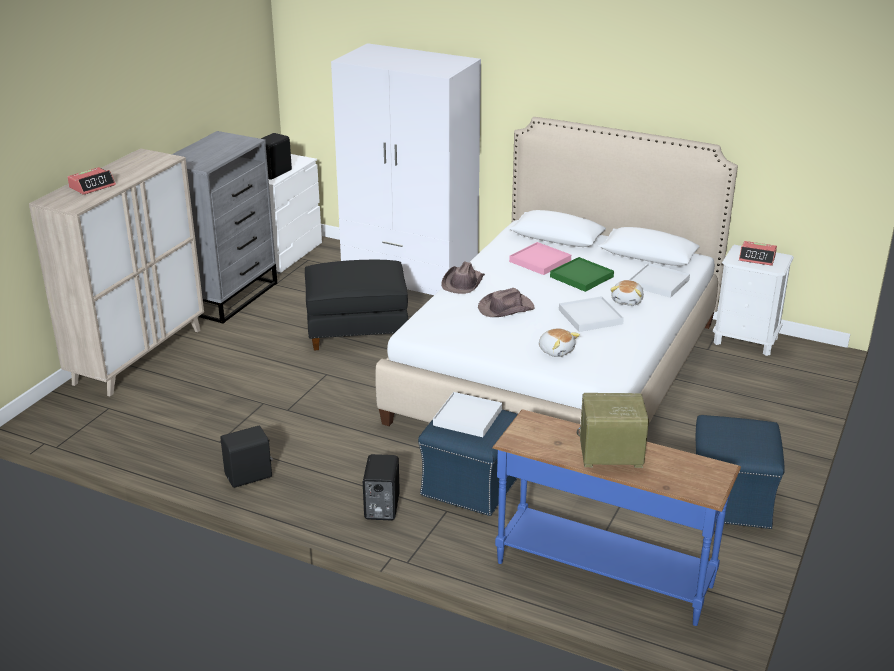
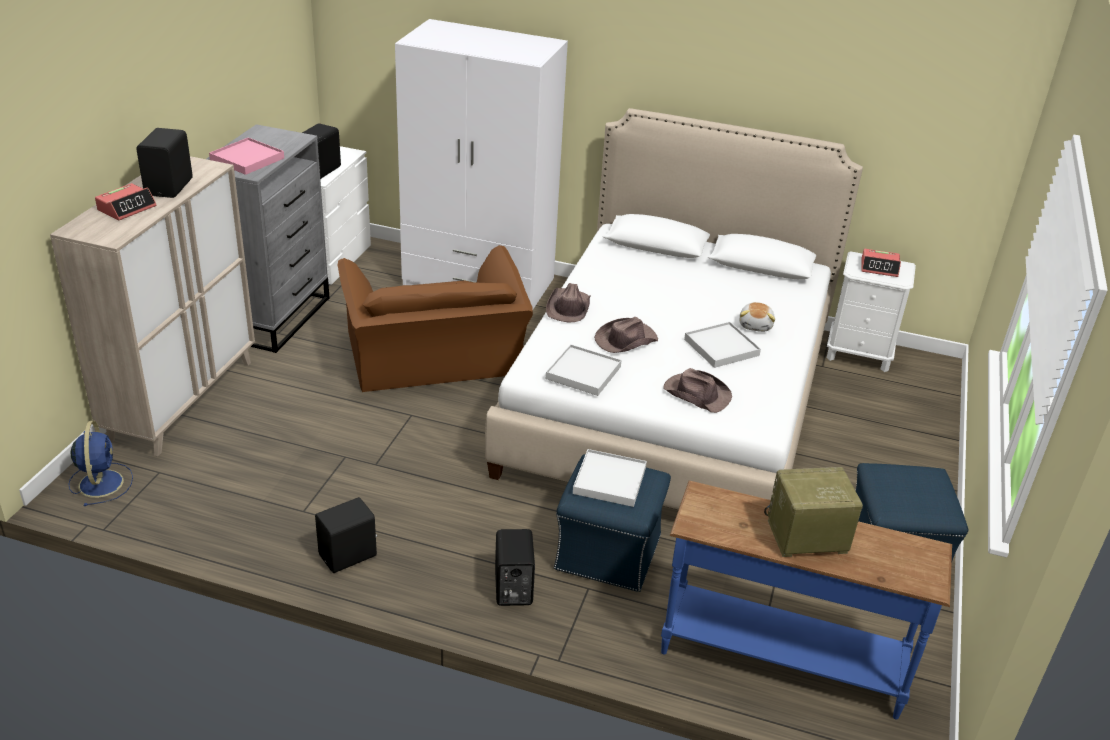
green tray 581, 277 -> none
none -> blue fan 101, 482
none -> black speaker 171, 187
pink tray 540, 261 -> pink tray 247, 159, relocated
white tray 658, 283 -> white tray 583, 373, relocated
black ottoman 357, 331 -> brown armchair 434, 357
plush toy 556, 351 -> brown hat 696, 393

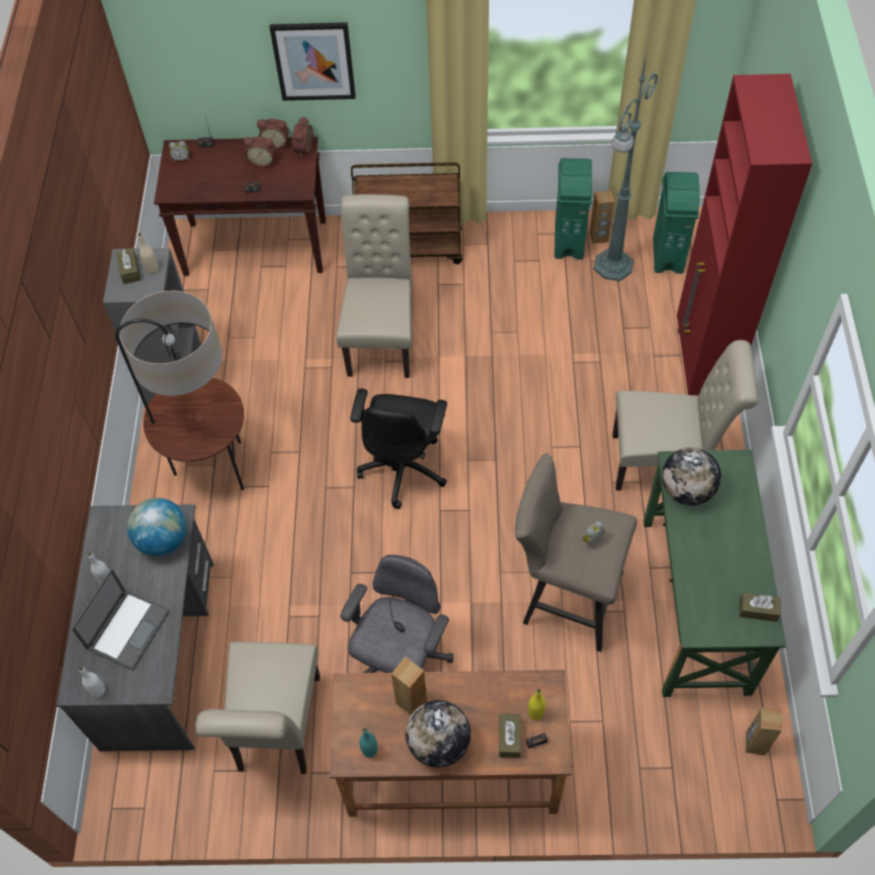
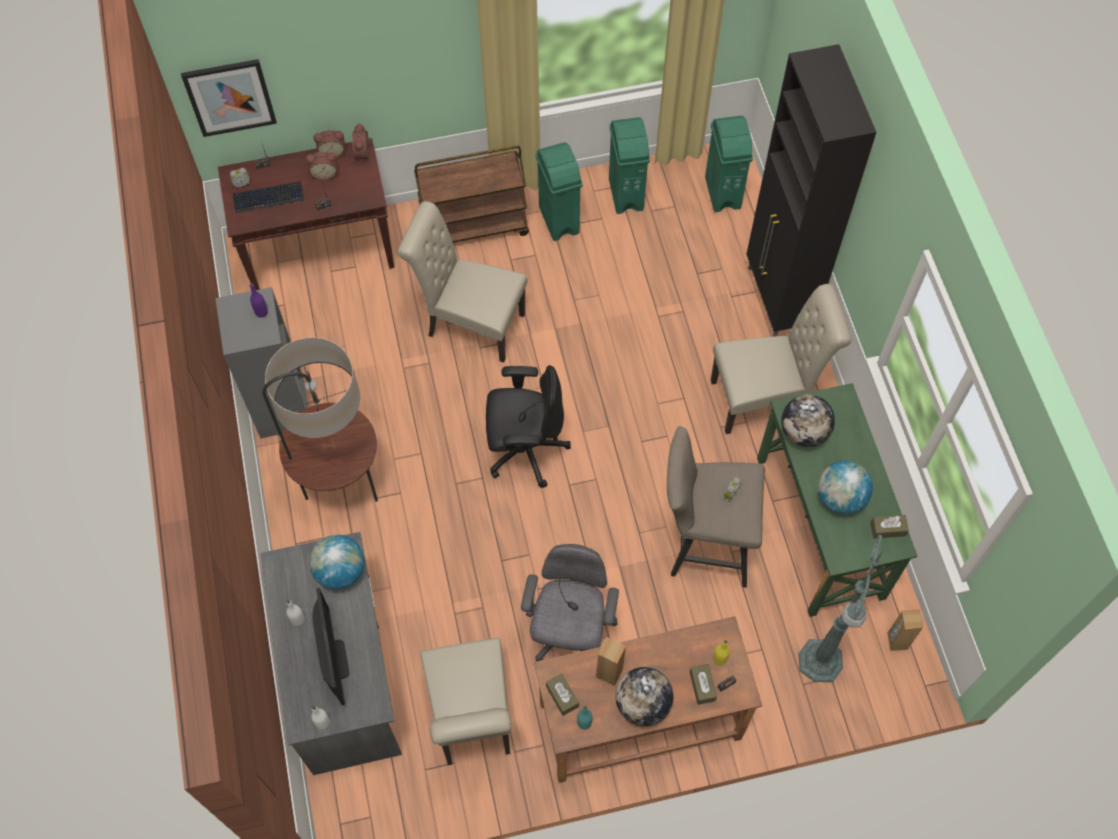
brown speaker 599, 237 -> none
none -> keyboard 268, 197
none -> green trash can 559, 220
none -> globe 840, 498
brown tissue box 130, 270 -> brown tissue box 562, 696, relocated
picture 314, 61 -> picture 230, 97, relocated
green floor lamp 612, 267 -> green floor lamp 819, 663, relocated
laptop 128, 628 -> monitor 333, 660
beige bottle 152, 269 -> purple bottle 261, 312
red cabinet 701, 368 -> black cabinet 777, 301
beige chair 382, 337 -> beige chair 470, 323, 60 degrees counterclockwise
black office chair 404, 467 -> black office chair 525, 450, 90 degrees counterclockwise

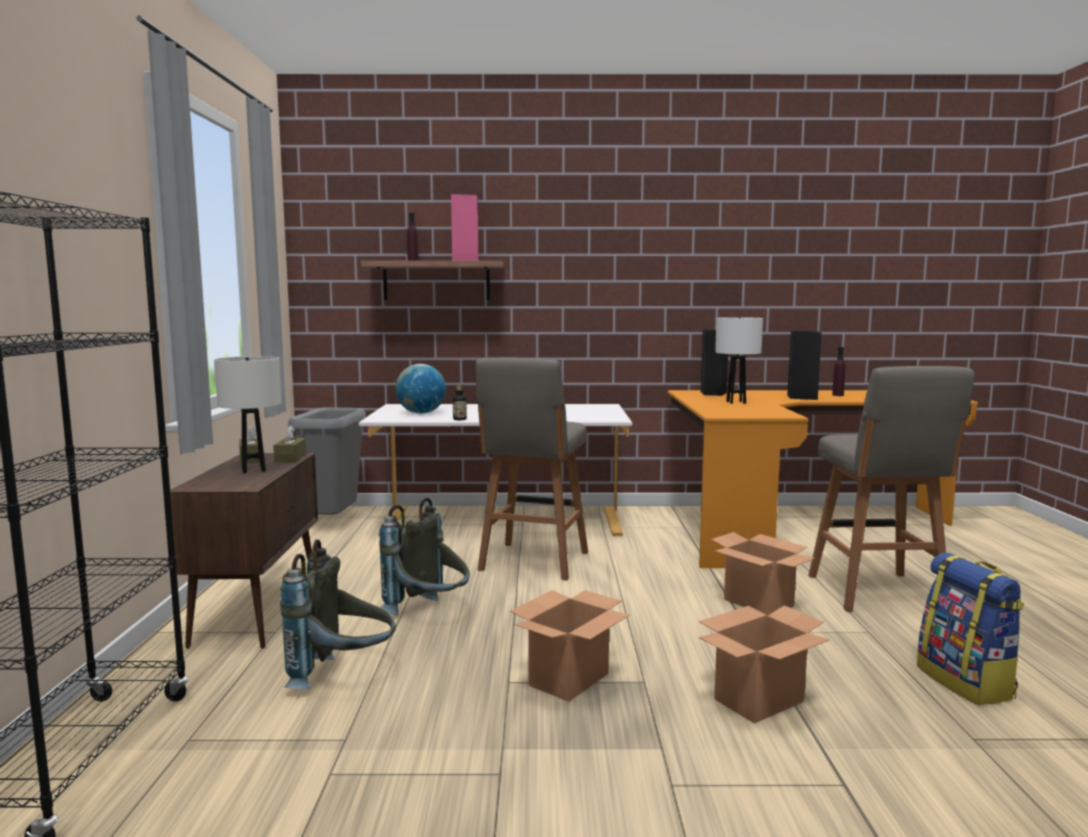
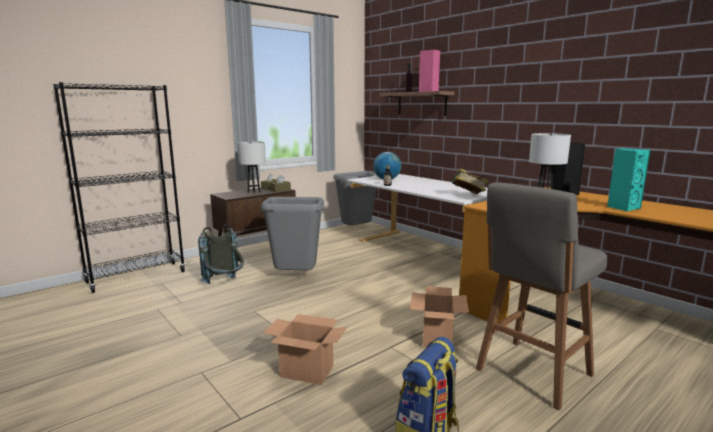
grey stool 533, 562 -> none
cardboard box 569, 679 -> none
purple bottle 838, 395 -> none
none -> book 467, 195
grey backpack 429, 614 -> grey trash can 296, 277
black speaker 802, 397 -> turquoise speaker 623, 207

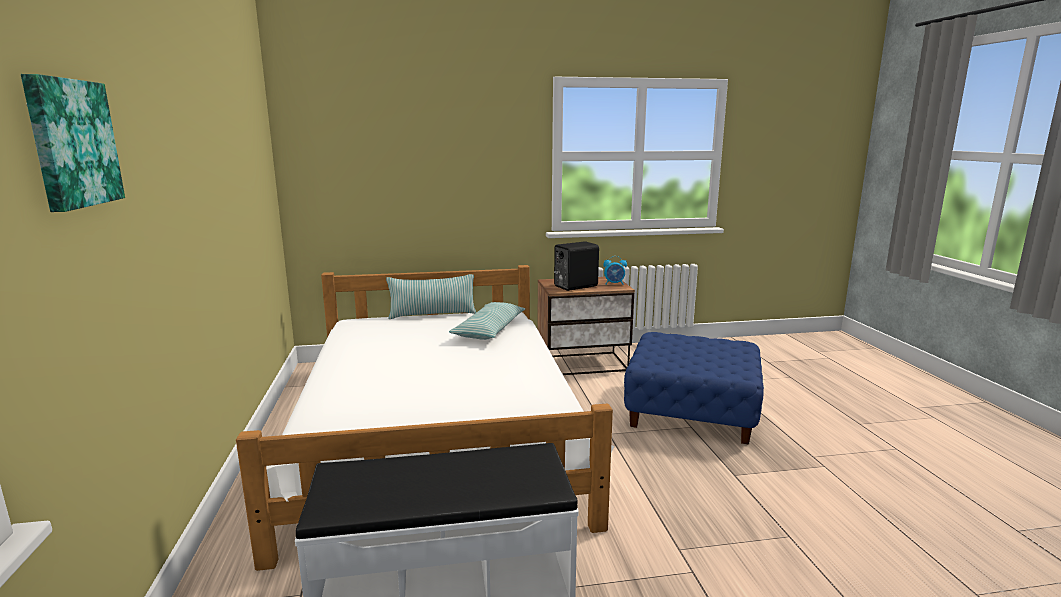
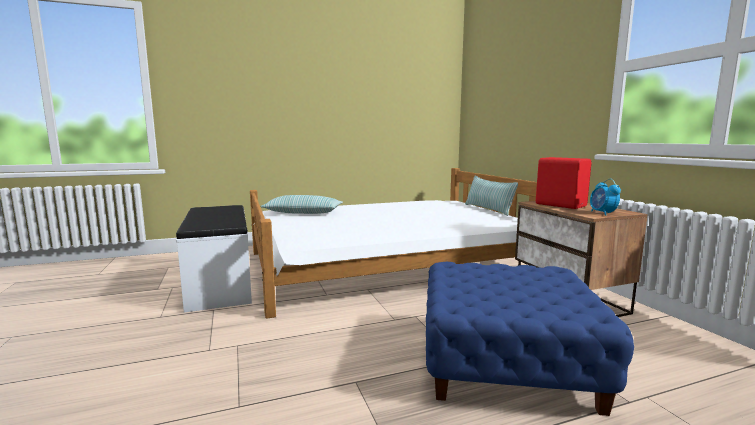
picture 71, 143 -> none
pillow 489, 330 -> pillow 303, 212, relocated
black speaker 574, 286 -> red speaker 560, 205

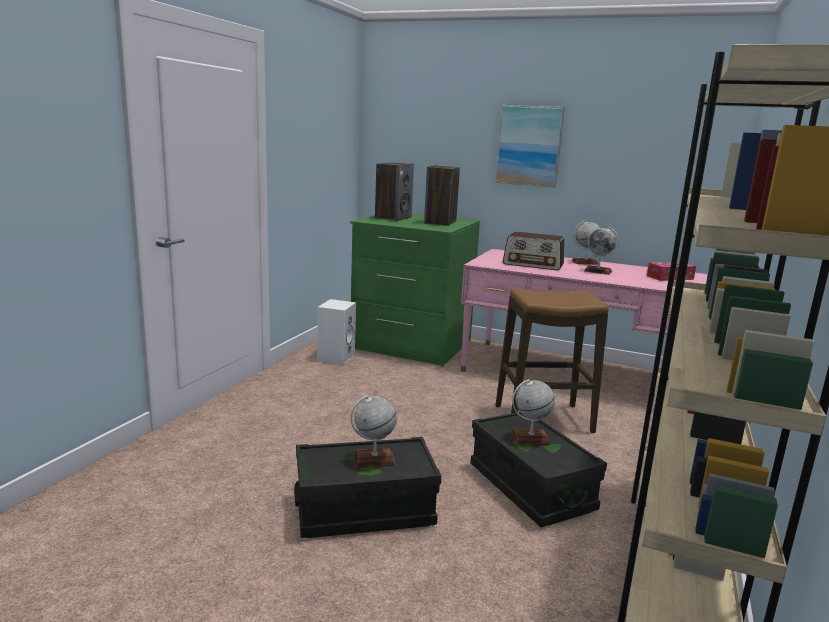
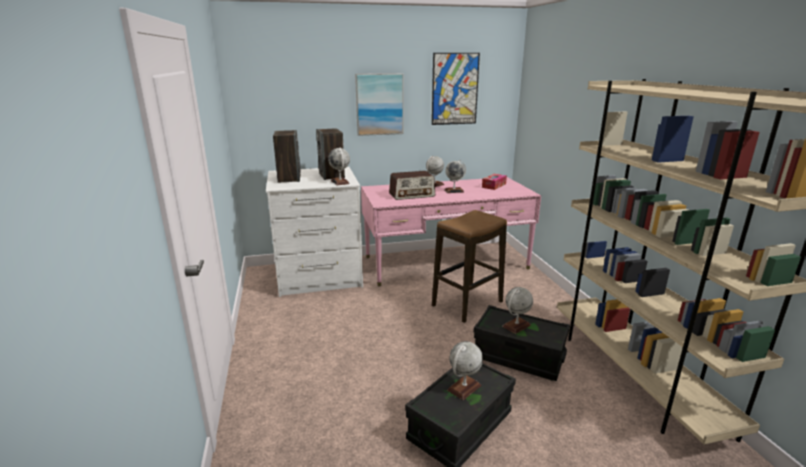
white speaker 336, 357 -> none
none -> globe 340, 182
none -> picture 455, 89
green dresser 411, 345 -> white dresser 319, 276

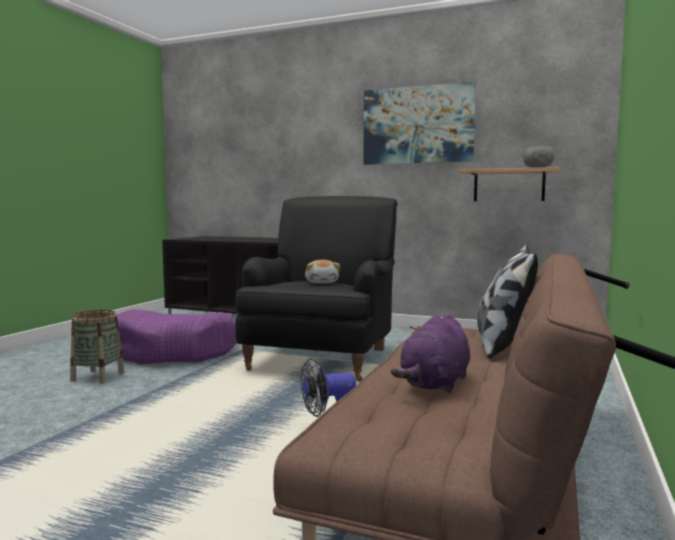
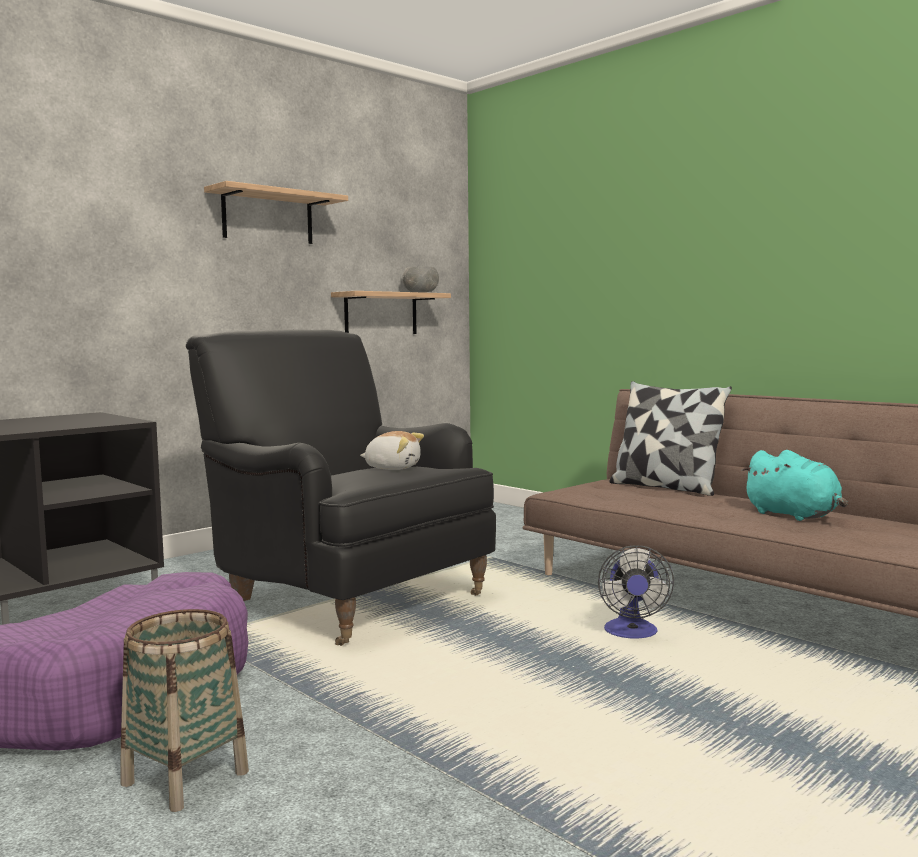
picture 417, 125 -> shelf 268, 217
purple plush toy 435, 384 -> turquoise plush toy 795, 516

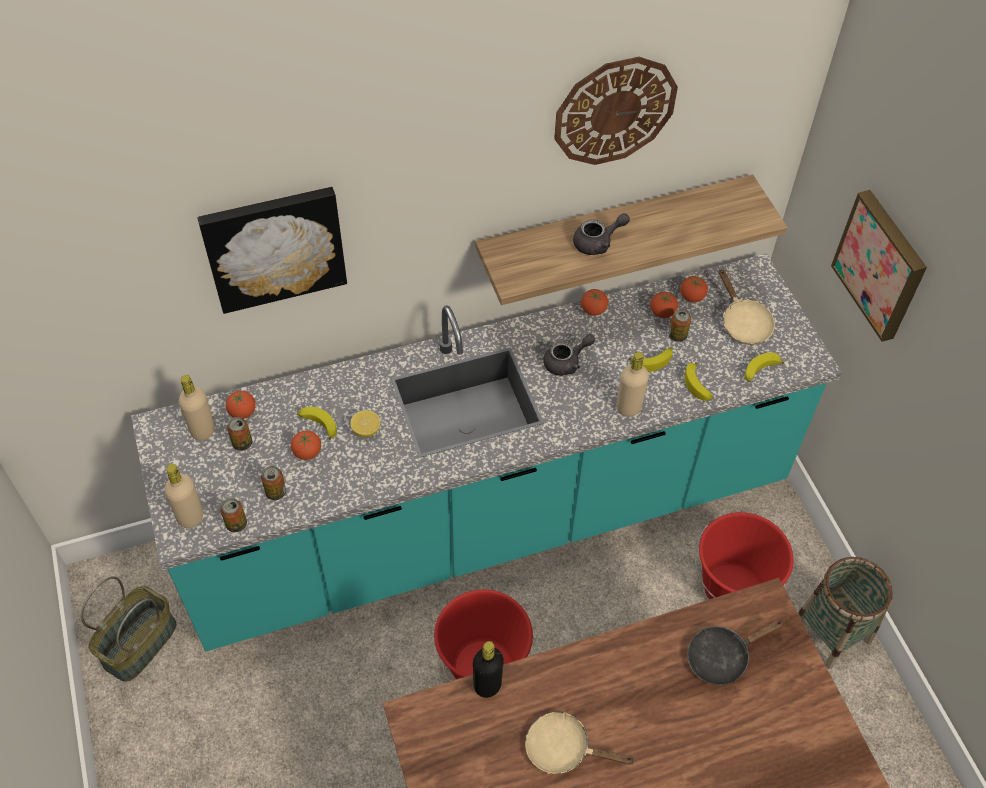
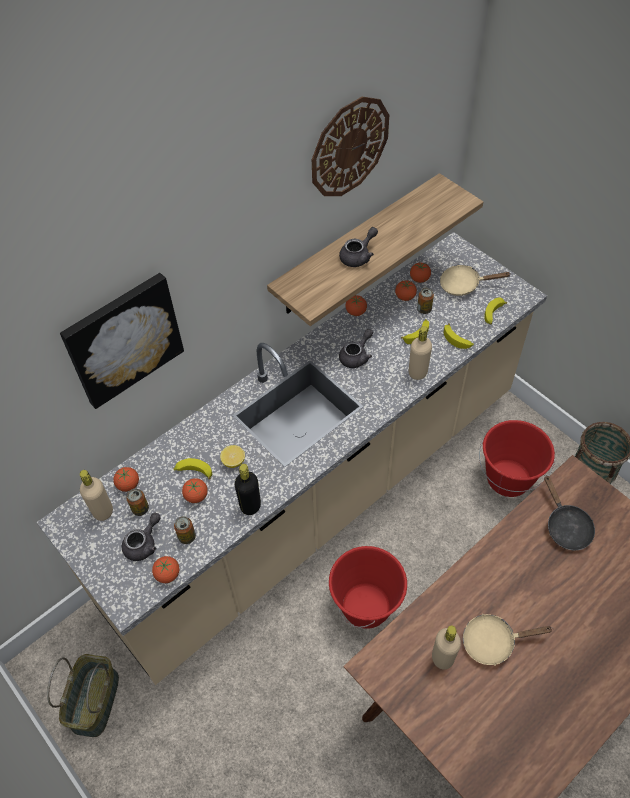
picture 882, 265 -> none
none -> grey teapot 144, 544
beige bottle 190, 517 -> beige bottle 442, 658, relocated
black bottle 487, 685 -> black bottle 250, 506, relocated
can 236, 524 -> tomato 168, 574
turquoise counter 490, 519 -> beige counter 319, 497
black frying pan 722, 656 -> black frying pan 565, 526, 60 degrees counterclockwise
beige frying pan 743, 323 -> beige frying pan 464, 285, 135 degrees clockwise

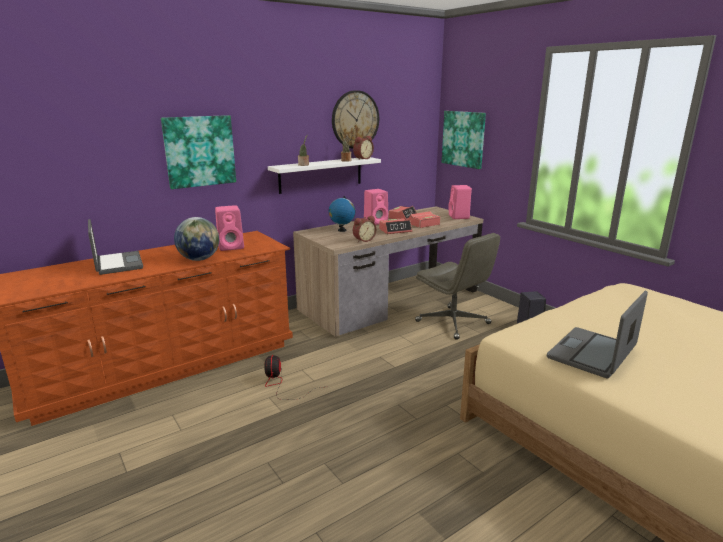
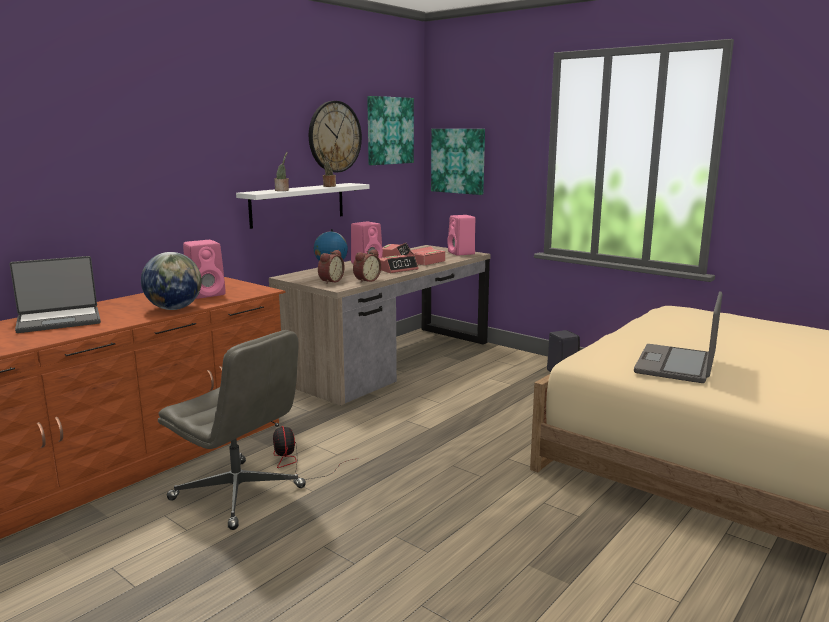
picture 199, 151 -> picture 389, 130, relocated
alarm clock 362, 158 -> alarm clock 330, 281, relocated
grey office chair 453, 323 -> grey office chair 239, 494, relocated
laptop 117, 264 -> laptop 59, 321, 105 degrees clockwise

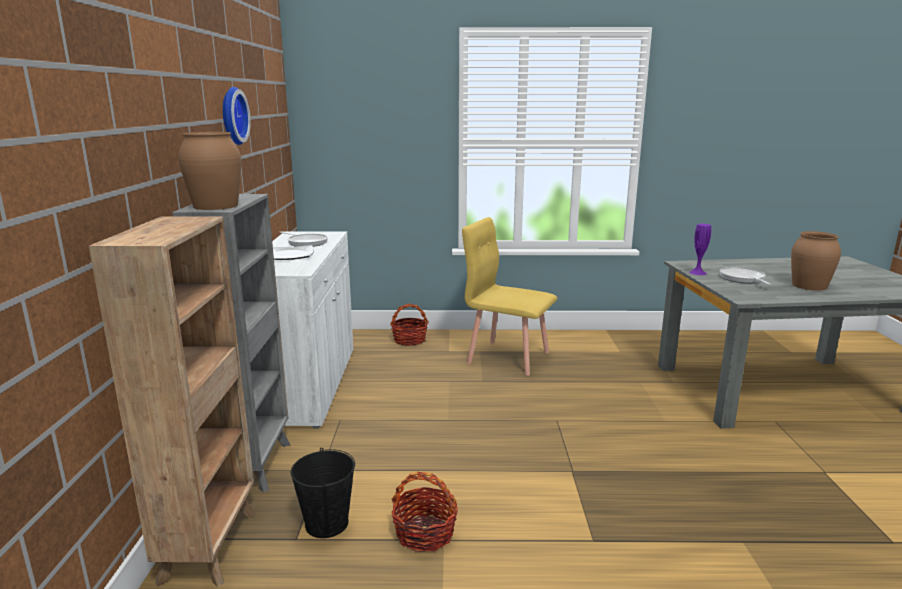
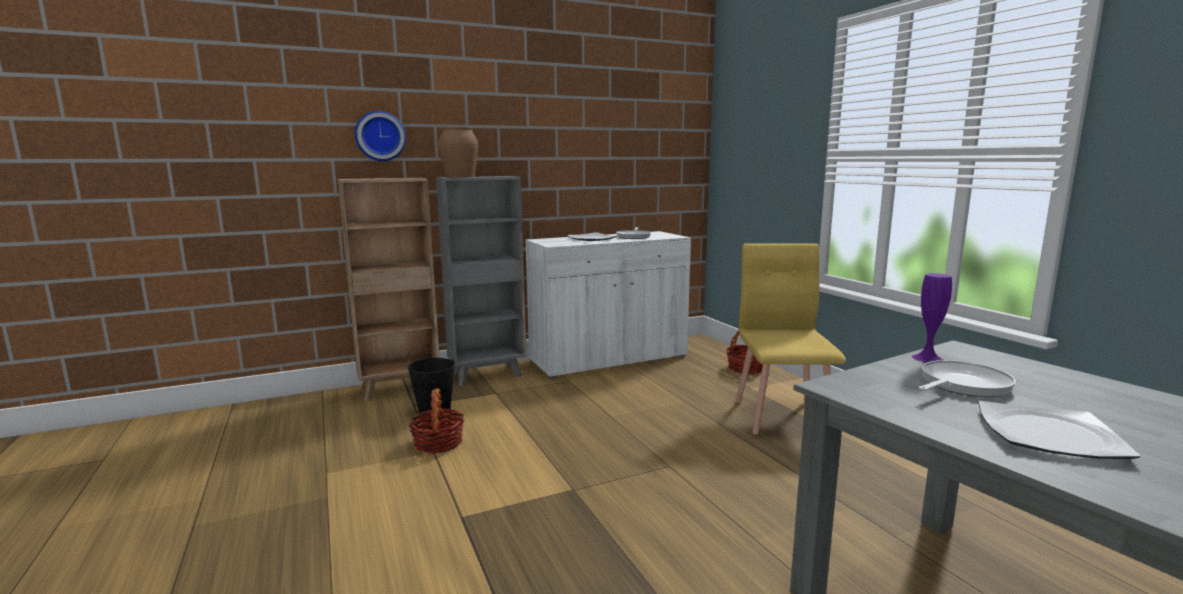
wall clock 231, 116 -> wall clock 380, 136, relocated
brown vase 809, 285 -> plate 1050, 434

